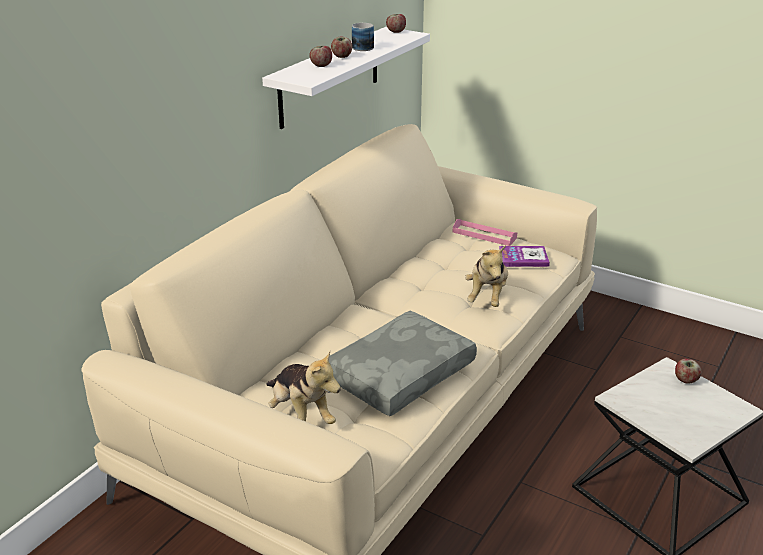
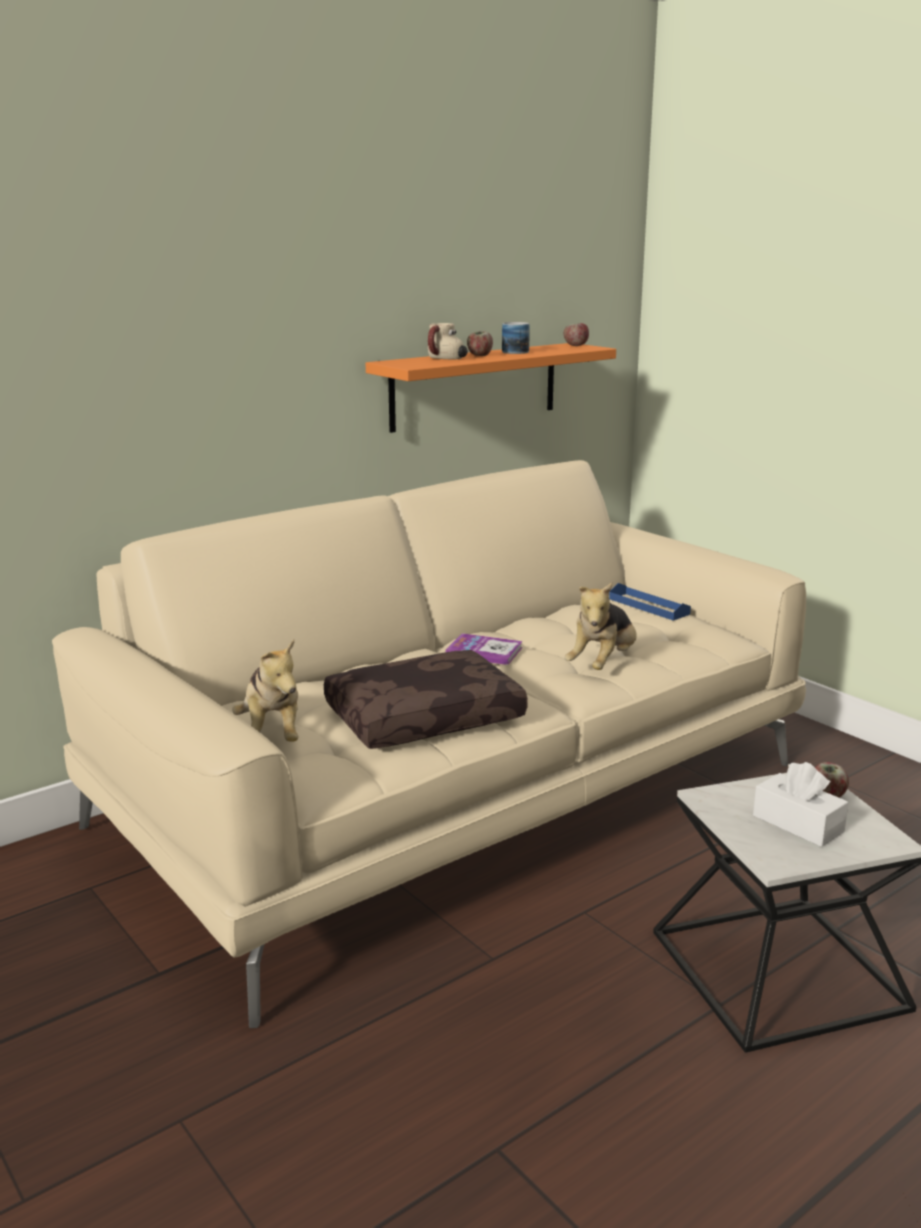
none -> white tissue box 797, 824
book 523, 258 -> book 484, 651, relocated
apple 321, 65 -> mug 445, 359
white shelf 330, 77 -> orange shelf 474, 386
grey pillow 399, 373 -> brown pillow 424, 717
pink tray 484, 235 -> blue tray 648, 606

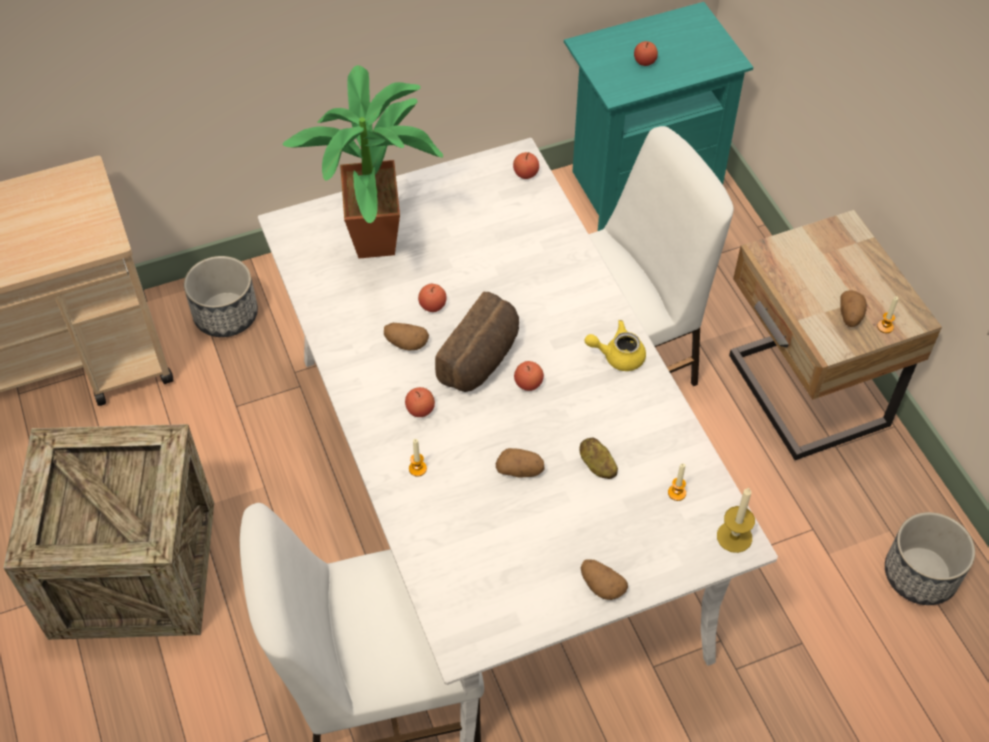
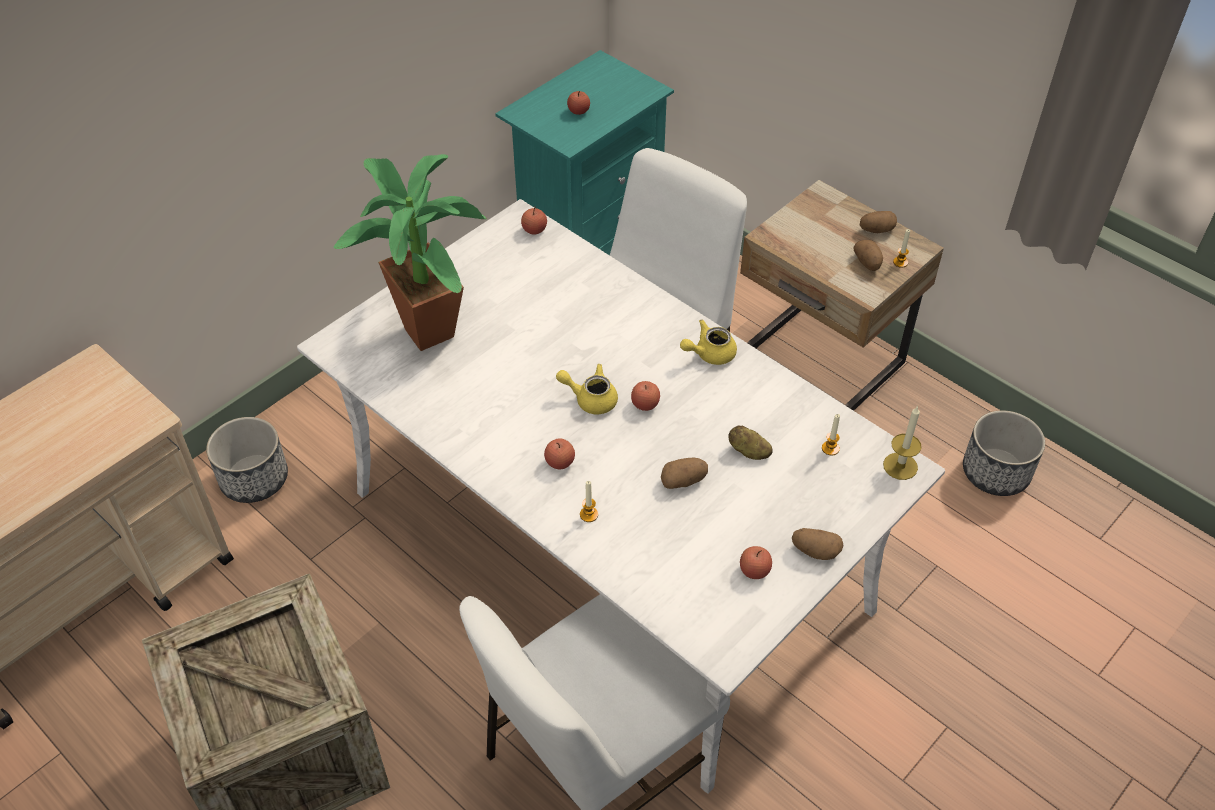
potato 406, 343 -> potato 876, 230, relocated
apple 432, 305 -> apple 754, 570, relocated
bread 482, 359 -> yellow teapot 590, 398

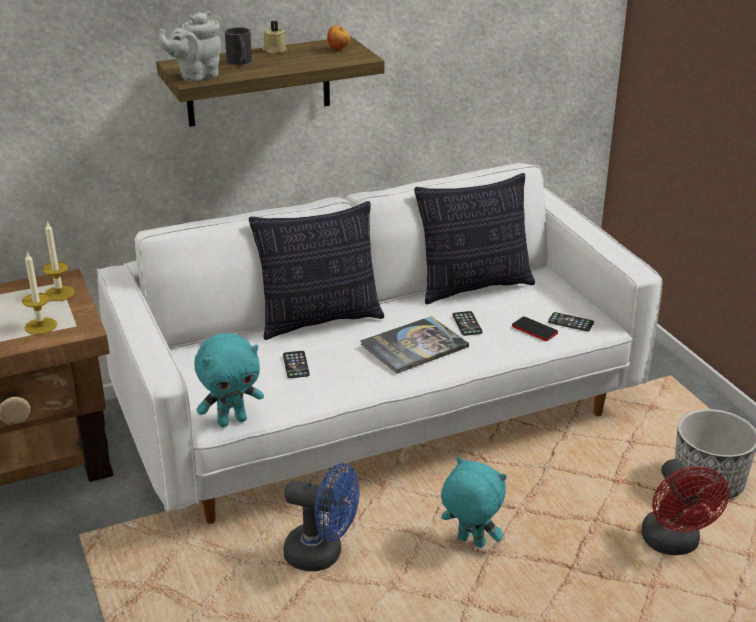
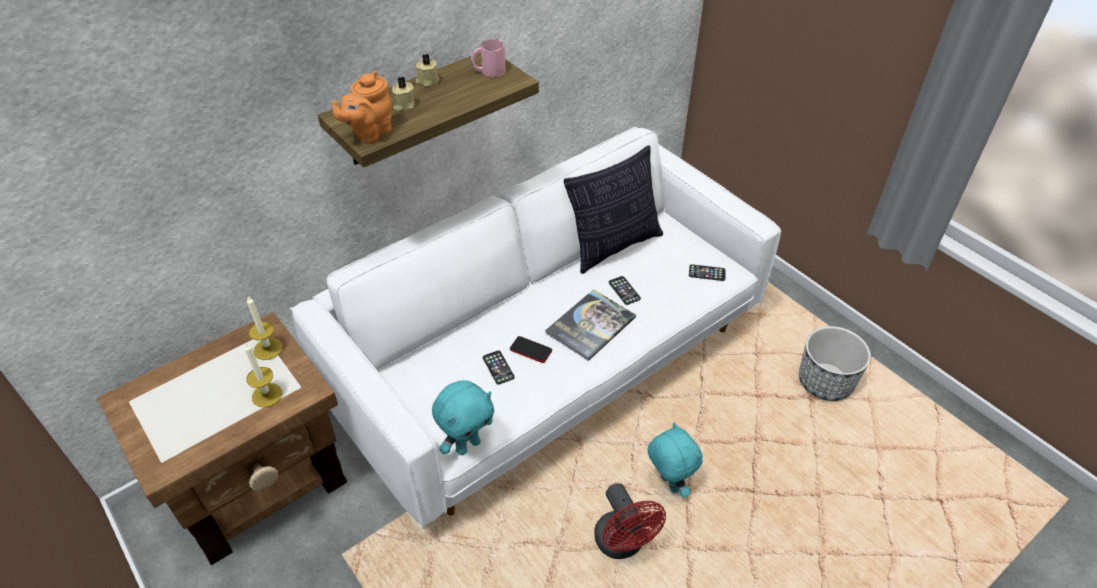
pillow 320, 320 -> none
blue fan 322, 554 -> none
phone 534, 330 -> phone 531, 350, relocated
red fan 674, 544 -> red fan 623, 544, relocated
black mug 240, 62 -> beige candle 403, 105
apple 338, 49 -> pink mug 488, 71
grey teapot 196, 76 -> orange teapot 369, 133
turquoise plush toy 470, 543 -> turquoise plush toy 668, 484, 45 degrees clockwise

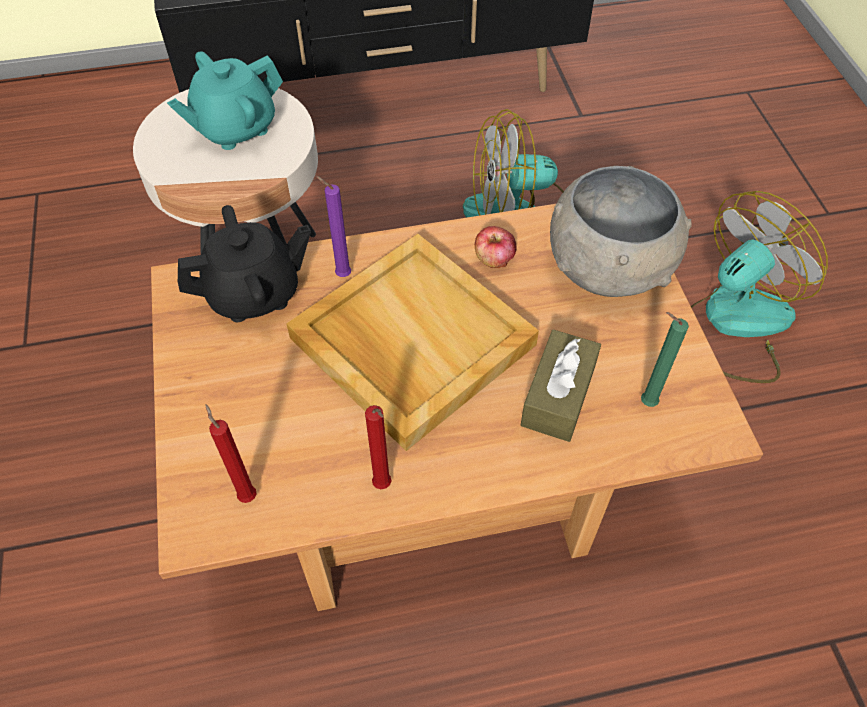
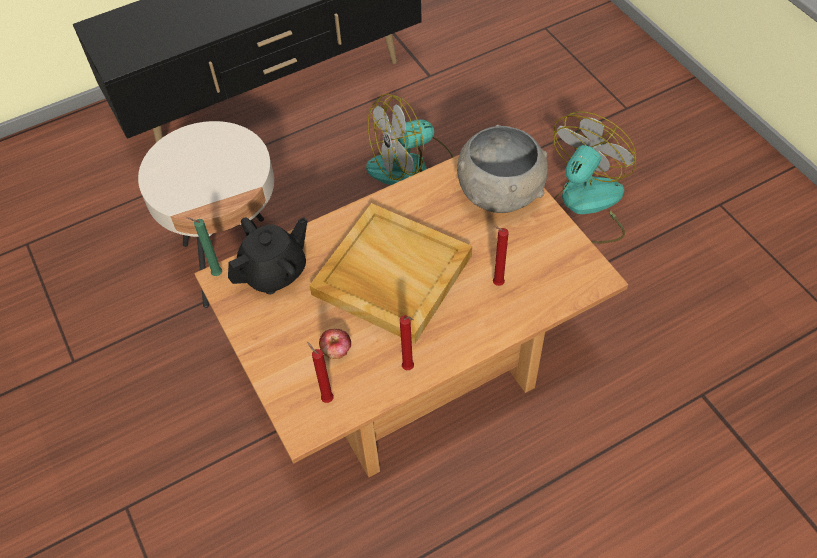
turquoise teapot 235, 128 -> none
purple candle 341, 274 -> none
apple 494, 259 -> apple 336, 351, relocated
green candle 645, 402 -> green candle 215, 274, relocated
brown tissue box 558, 396 -> red candle 496, 283

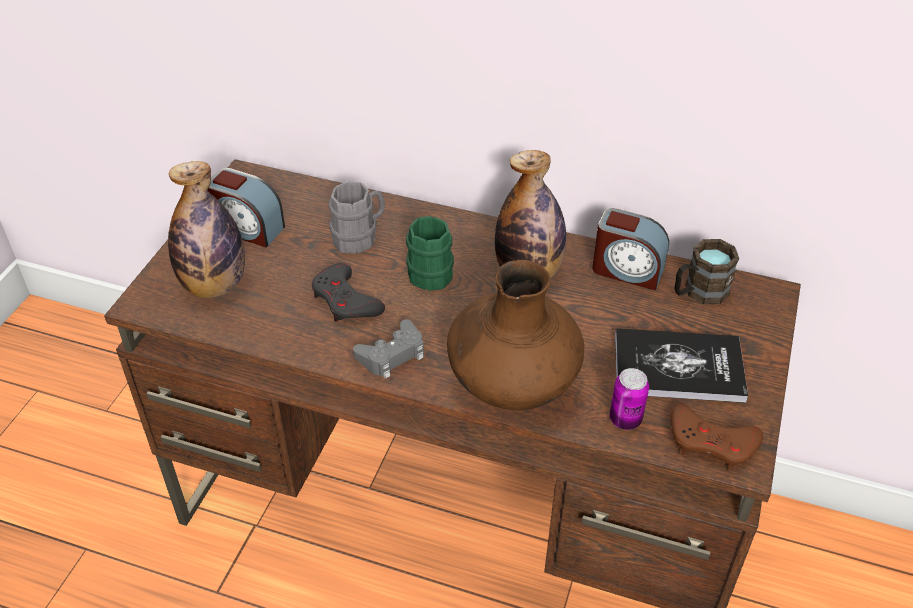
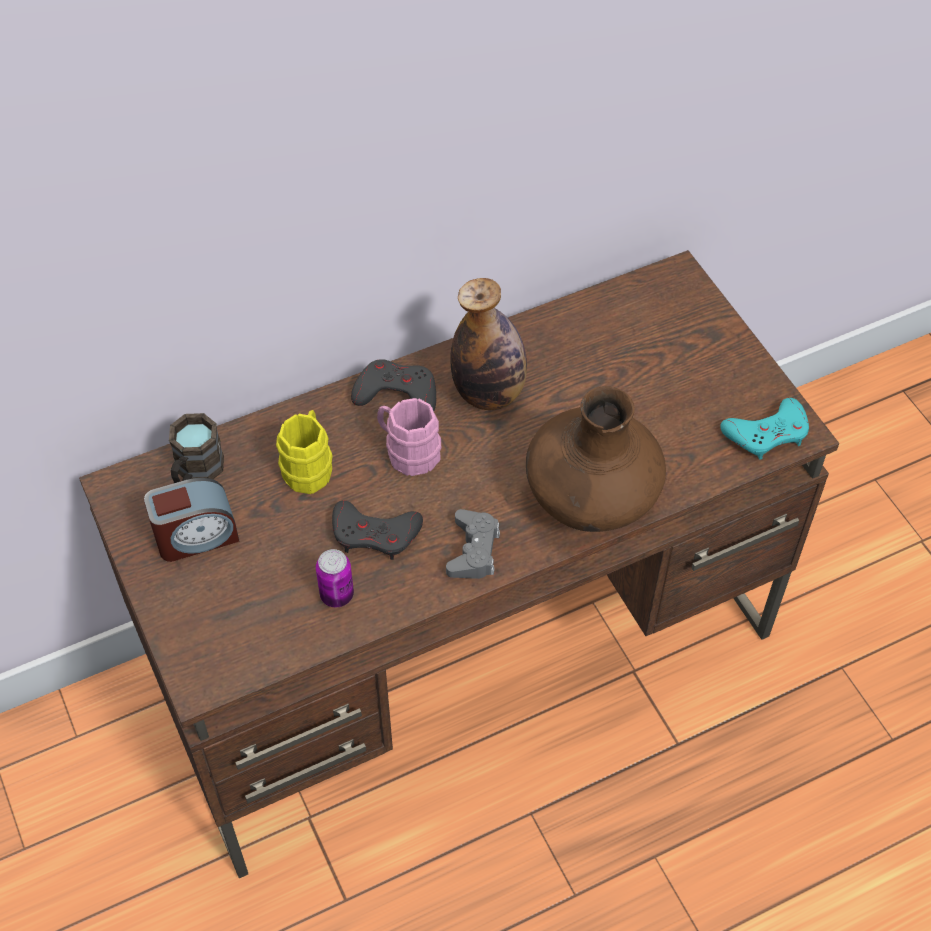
bottle 214, 285 -> none
alarm clock 627, 270 -> none
book 678, 367 -> none
none -> grey game controller 396, 393
can 625, 419 -> can 337, 595, relocated
brown mug 698, 292 -> brown mug 196, 473, relocated
grey mug 360, 237 -> yellow mug 309, 466
green mug 429, 270 -> pink mug 407, 452
brown game controller 711, 442 -> turquoise game controller 767, 433

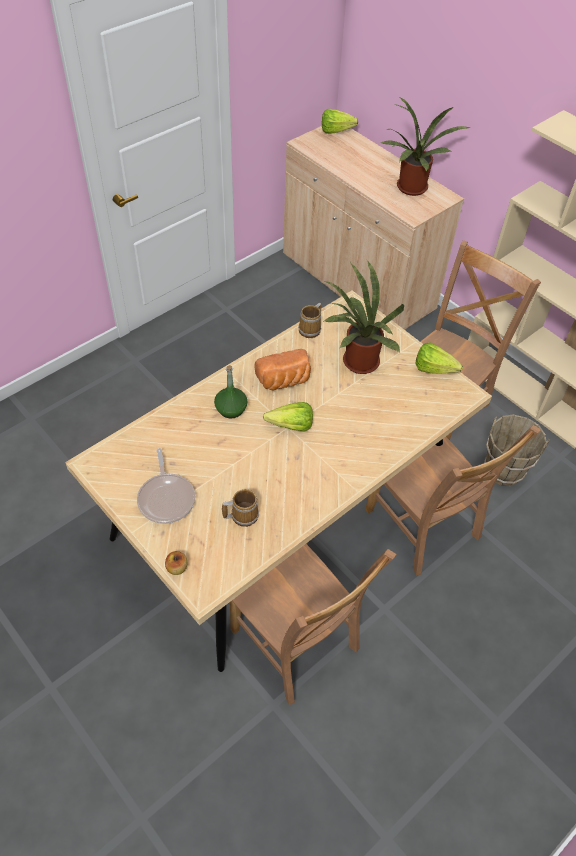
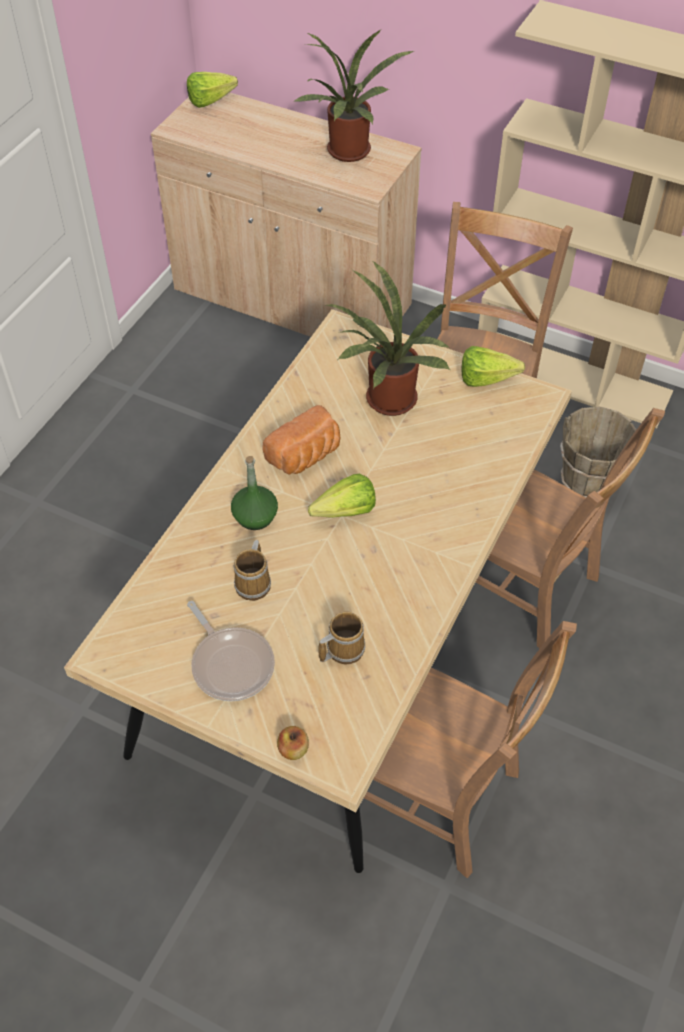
mug 311, 329 -> mug 254, 583, relocated

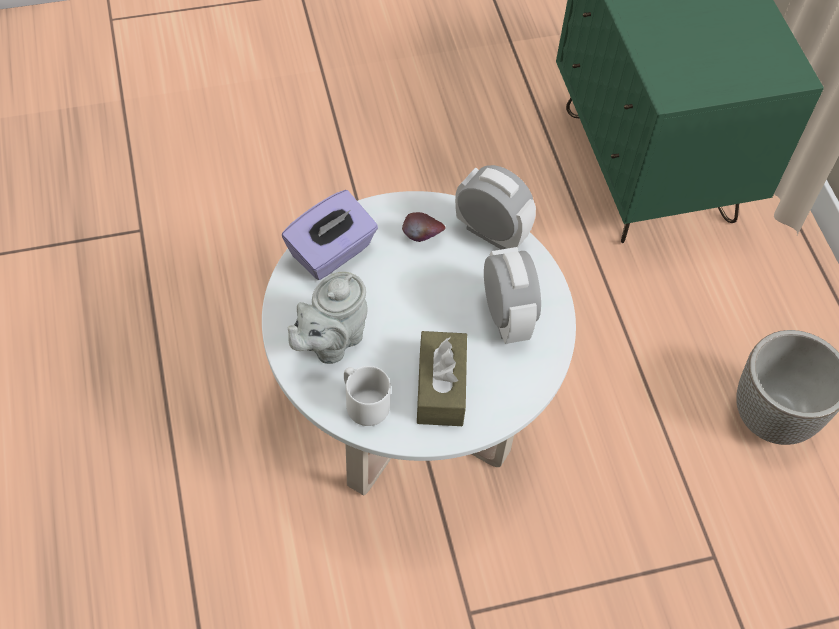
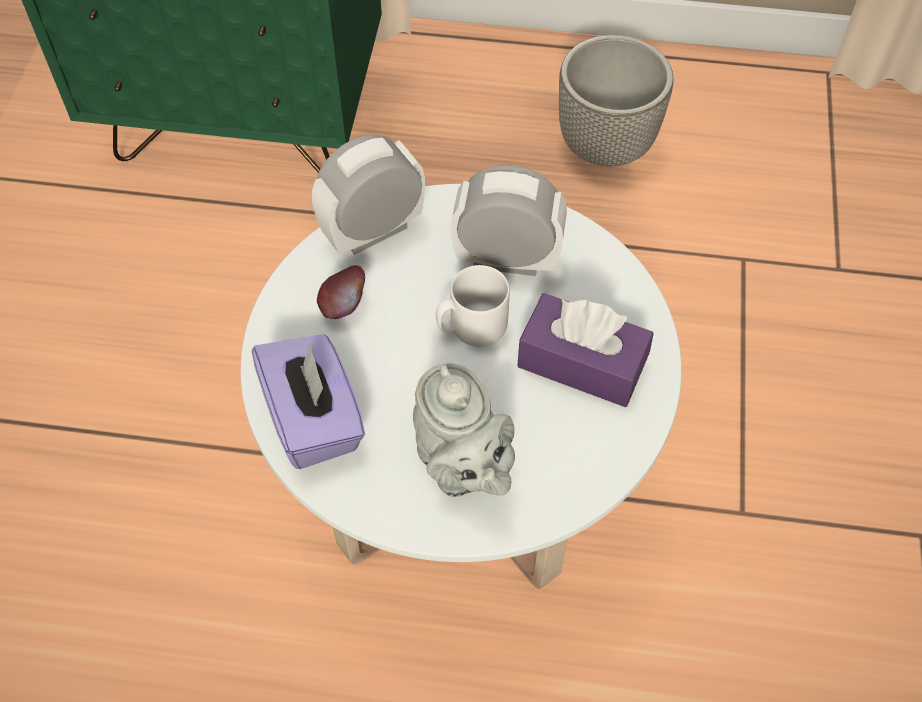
white mug 364, 403 -> white mug 471, 326, relocated
brown tissue box 441, 387 -> purple tissue box 582, 363

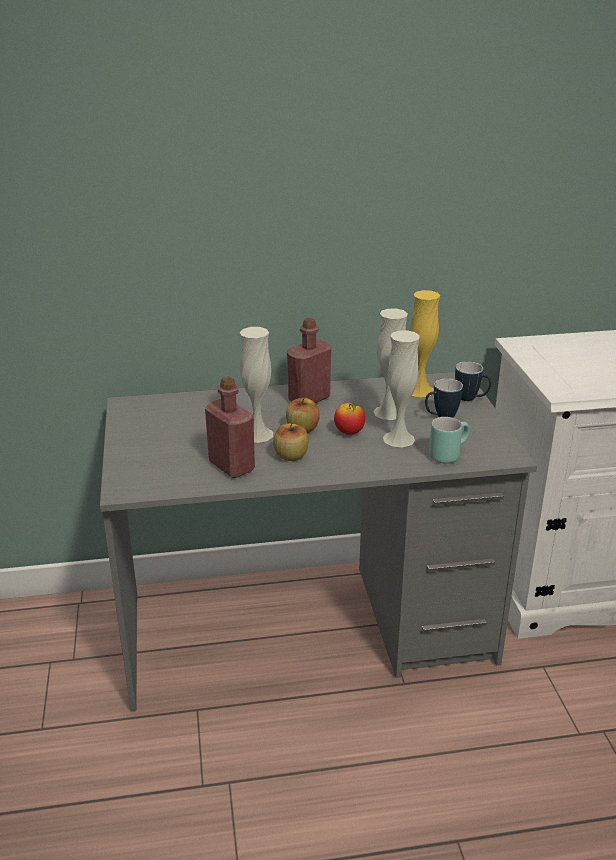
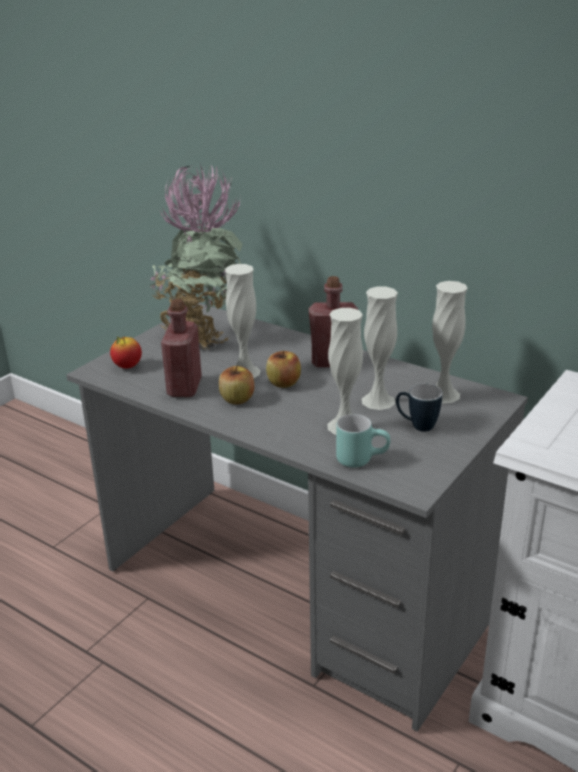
mug 471, 399 -> none
none -> potted plant 202, 336
apple 349, 432 -> apple 127, 366, relocated
yellow vase 420, 390 -> white vase 443, 394

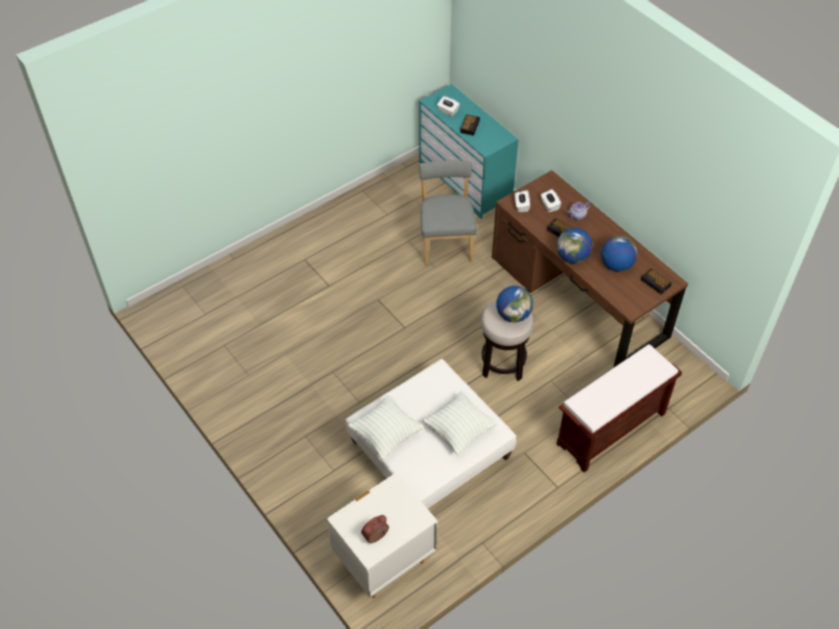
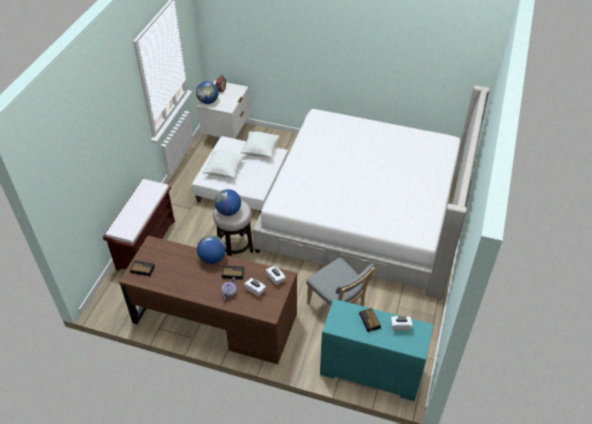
none -> bed 366, 213
globe 616, 265 -> globe 208, 101, relocated

